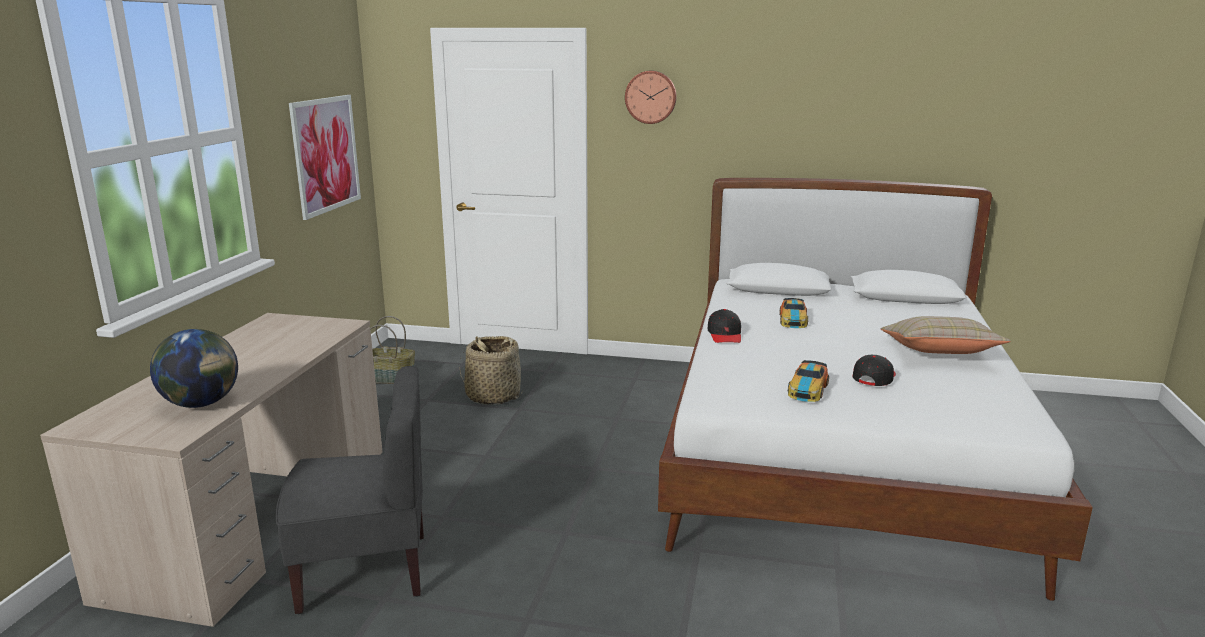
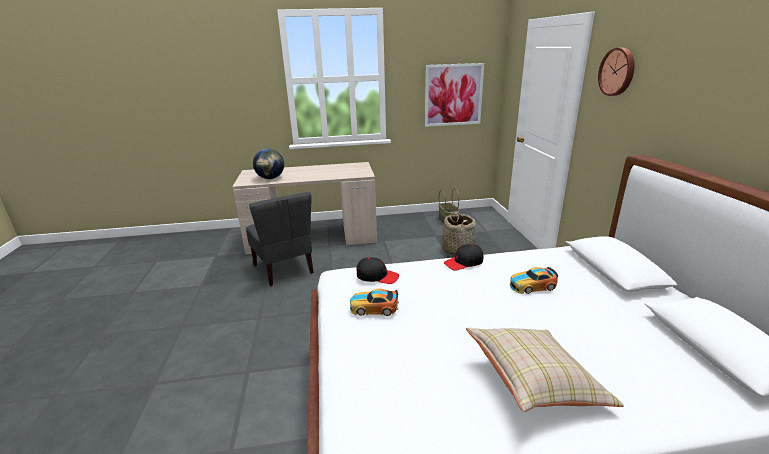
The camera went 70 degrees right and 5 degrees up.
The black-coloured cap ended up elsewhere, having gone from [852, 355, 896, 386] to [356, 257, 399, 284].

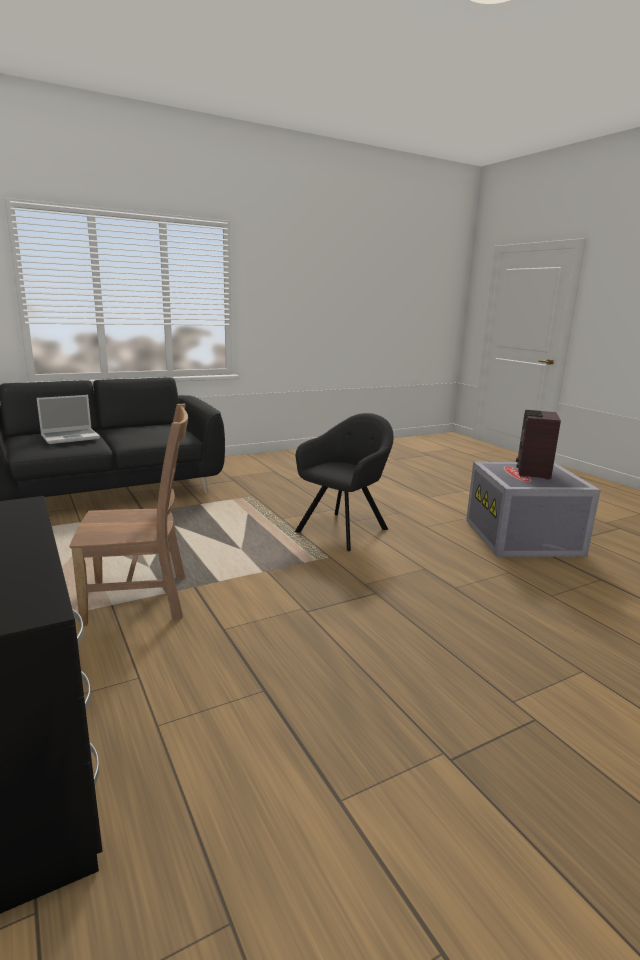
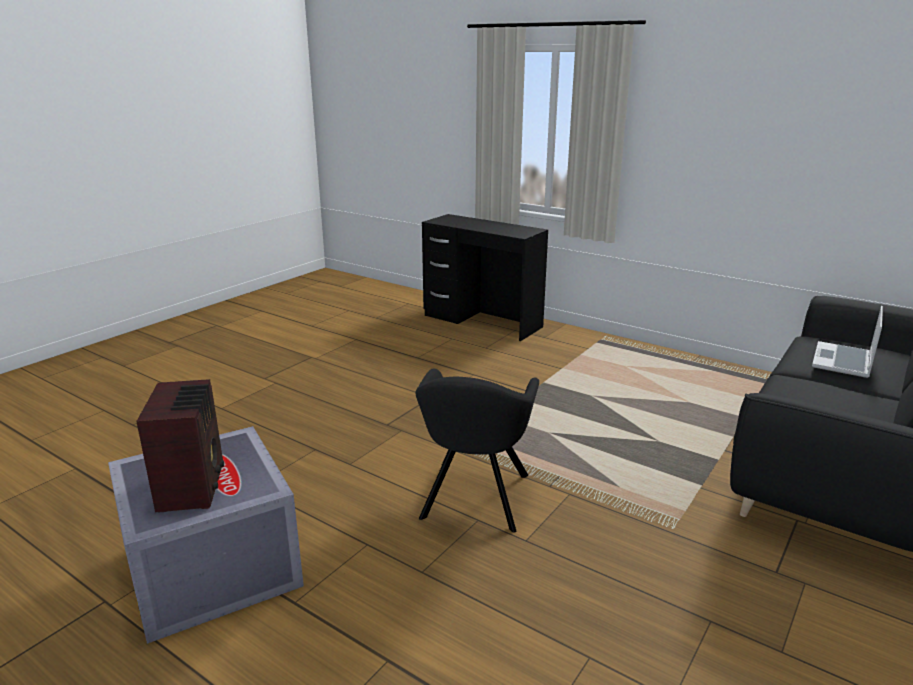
The camera went 155 degrees right and 5 degrees up.
The second view lost the brown plain chair at [69, 404, 188, 626].

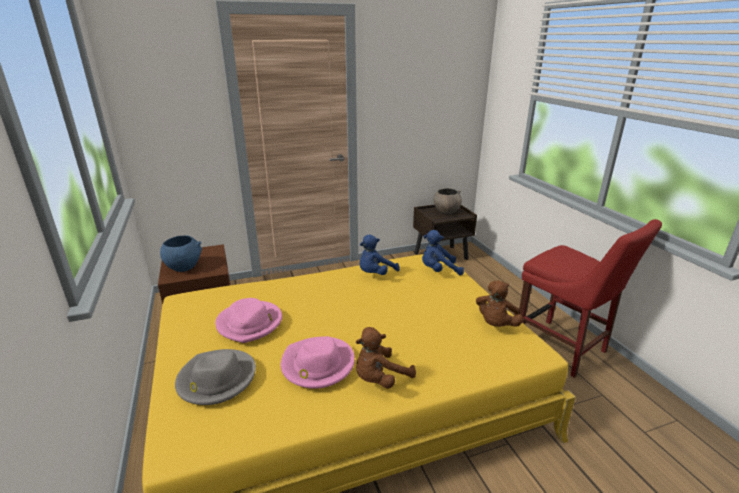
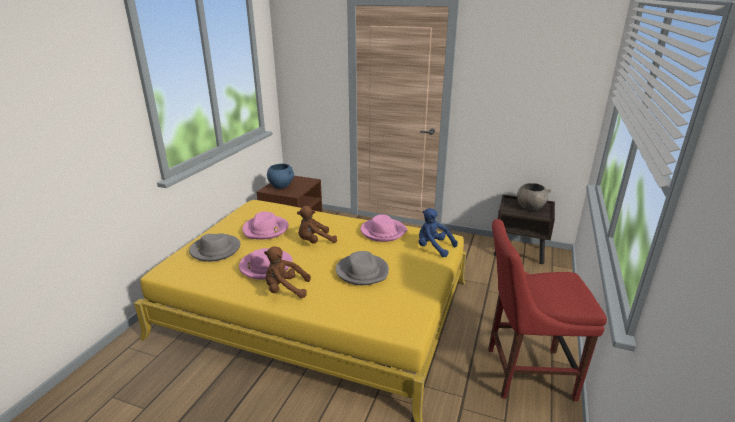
The camera went 40 degrees right and 0 degrees up.
The brown cuddly toy ended up elsewhere, having gone from [476, 280, 523, 327] to [297, 206, 337, 243].
The second view gained the gray hat at [335, 251, 389, 285].
Where the blue-coloured cuddly toy stood at [360, 234, 400, 275], the pink hat came to stand at [360, 214, 408, 242].
The red-coloured plain chair at [519, 219, 662, 378] ended up facing another way, 90 degrees clockwise from before.

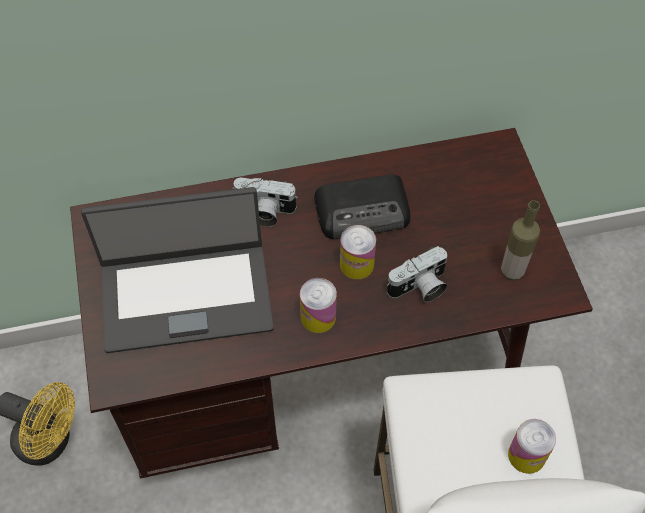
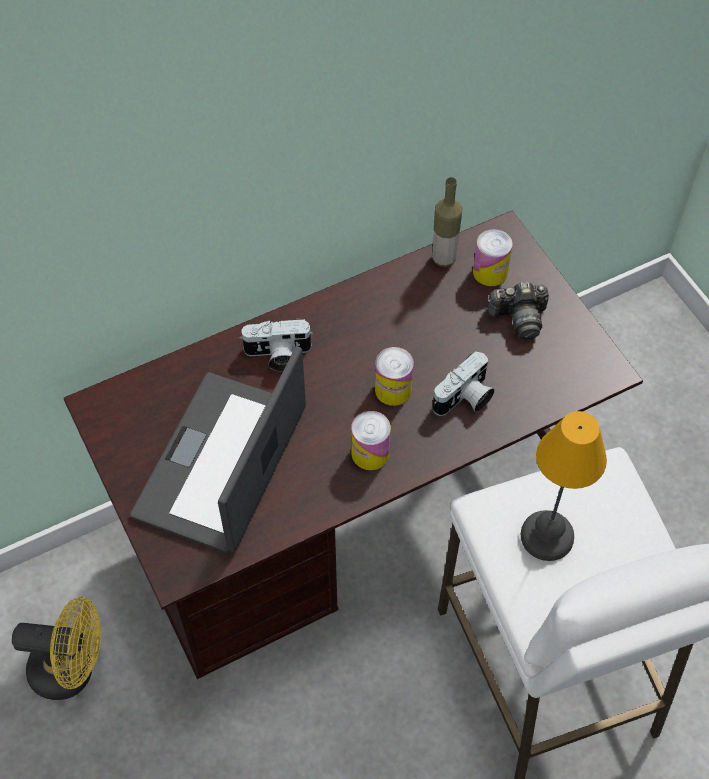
The camera went 15 degrees left and 0 degrees up.
The portable computer at [81, 187, 274, 353] ended up facing another way, 135 degrees clockwise from before.
The bottle ended up elsewhere, having gone from [501, 200, 540, 281] to [432, 177, 462, 267].
The metal can ended up elsewhere, having gone from [508, 419, 556, 474] to [473, 229, 513, 286].
The second view gained the still camera at [488, 282, 549, 340].
The second view gained the table lamp at [521, 411, 607, 561].
The second view lost the radio set at [314, 175, 410, 239].

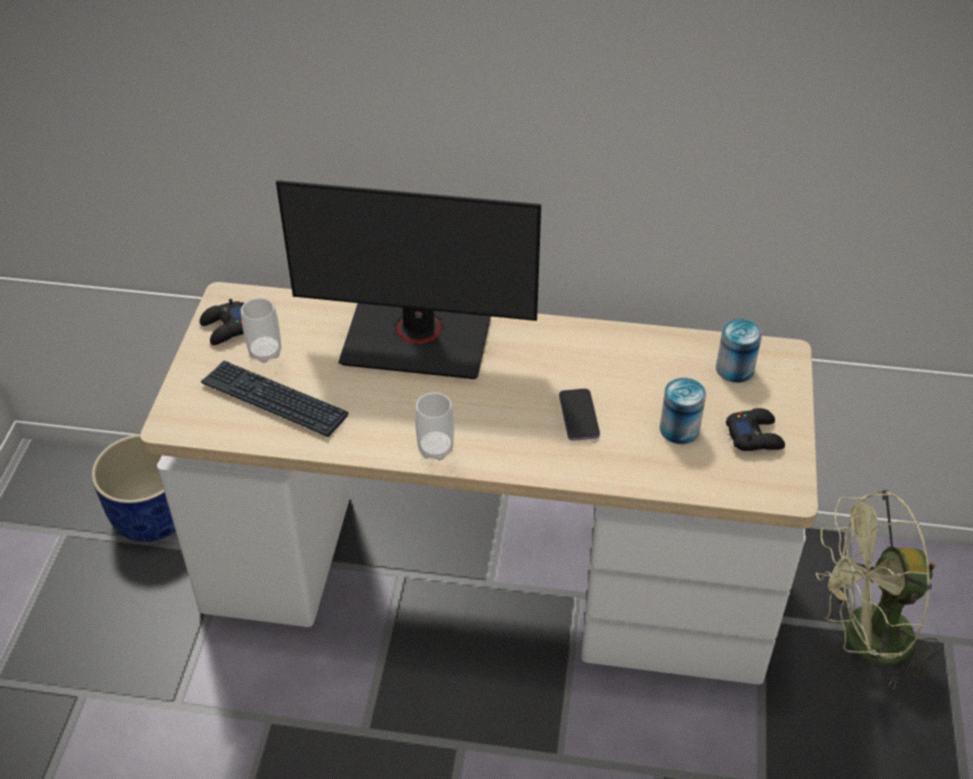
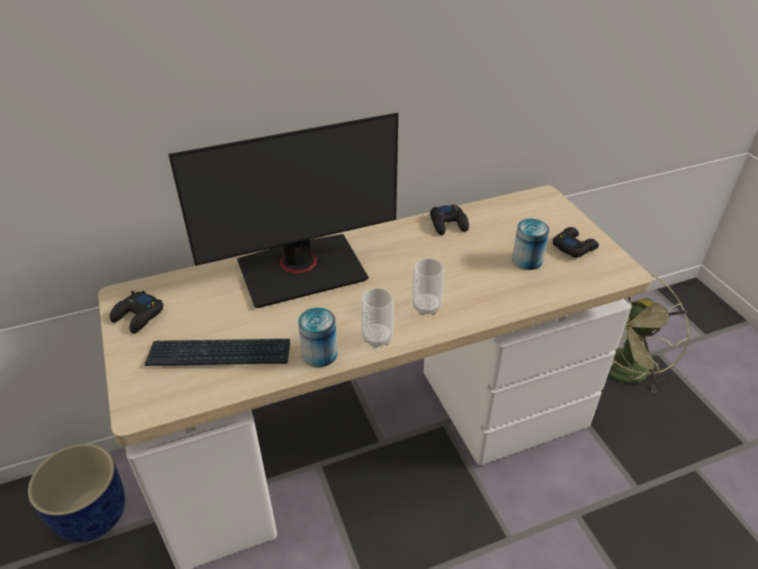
The camera went 30 degrees left and 5 degrees down.
The metal can ended up elsewhere, having gone from [716, 319, 762, 383] to [298, 307, 338, 367].
The small cup ended up elsewhere, having gone from [241, 298, 281, 363] to [412, 258, 444, 315].
The second view gained the black-coloured gamepad at [430, 205, 469, 235].
The second view lost the telephone at [559, 389, 600, 441].

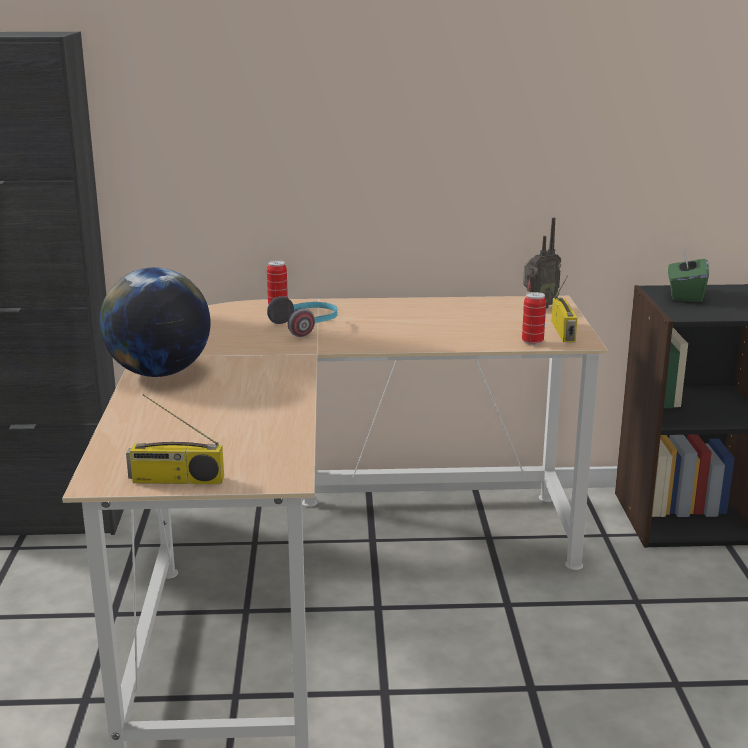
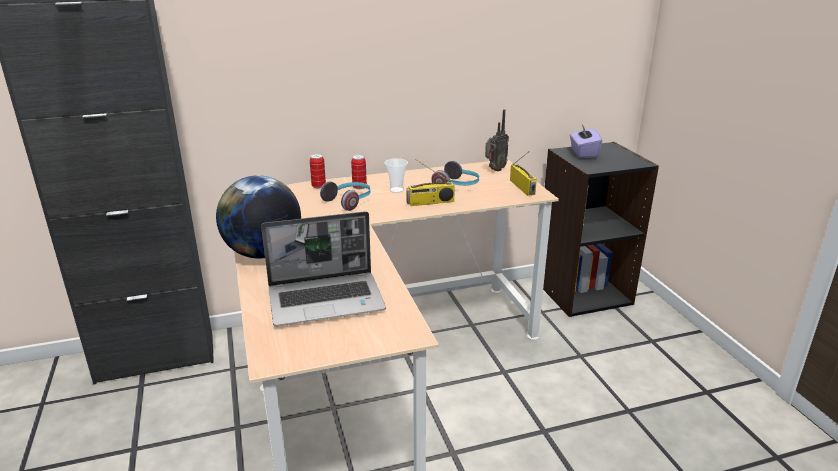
The camera went 15 degrees left and 5 degrees up.
The second view gained the portable computer at [261, 211, 386, 326].
The metal can ended up elsewhere, having gone from [522, 292, 546, 345] to [351, 155, 367, 189].
The second view gained the small cup at [385, 158, 408, 193].
The radio set ended up elsewhere, having gone from [126, 394, 224, 484] to [406, 160, 455, 206].
The second view gained the pair of headphones at [431, 161, 479, 186].
What was the greenish tissue box at [668, 249, 709, 302] turned into the purplish tissue box at [570, 124, 602, 158].

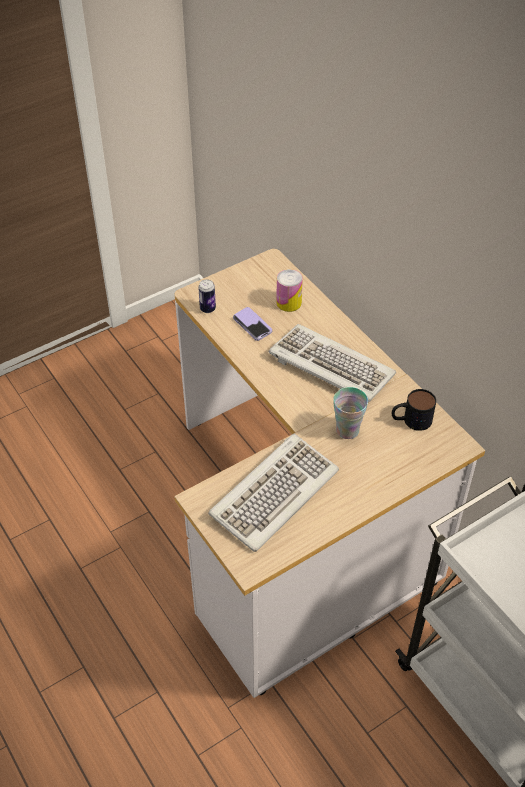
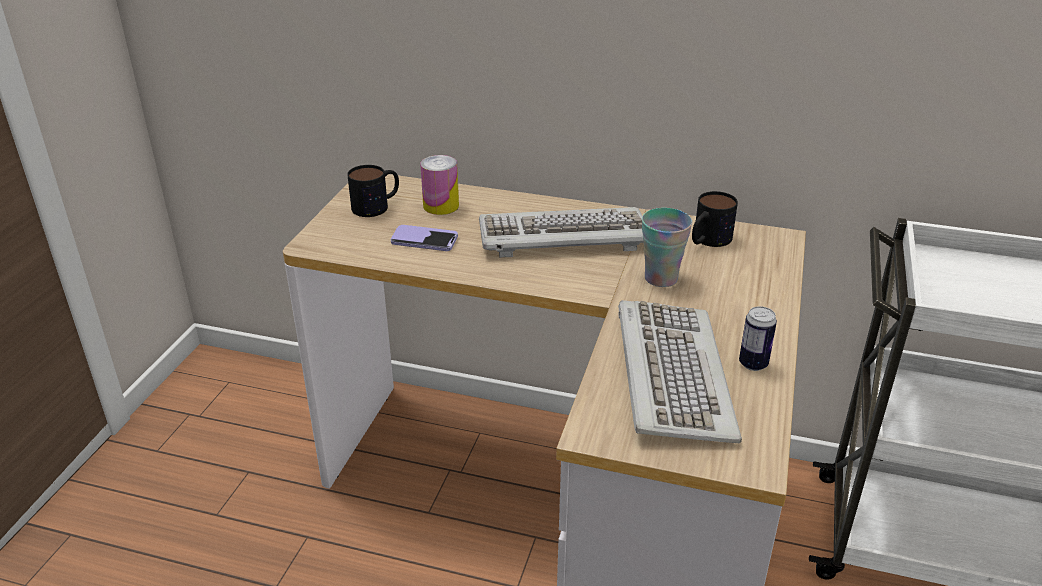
The camera went 40 degrees left and 15 degrees down.
The second view gained the mug at [347, 165, 399, 217].
The metal can ended up elsewhere, having gone from [198, 279, 216, 313] to [739, 306, 777, 371].

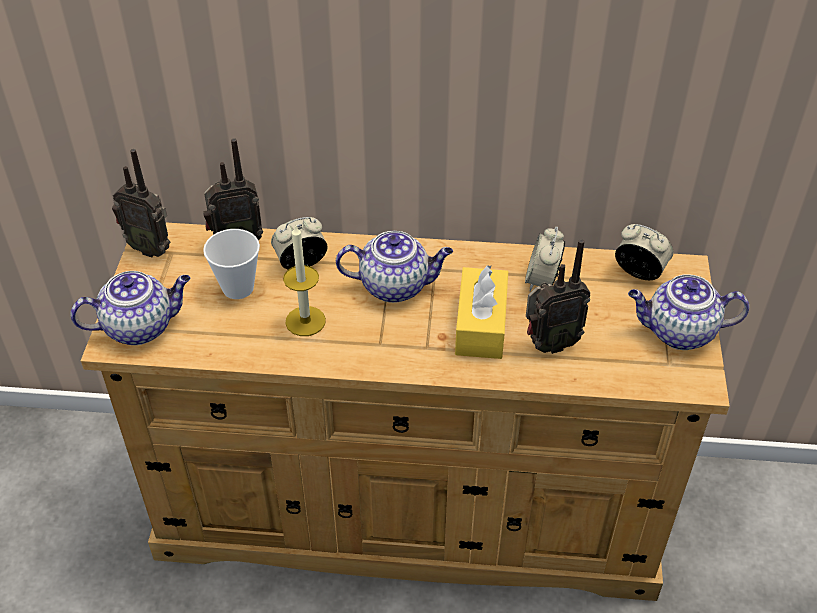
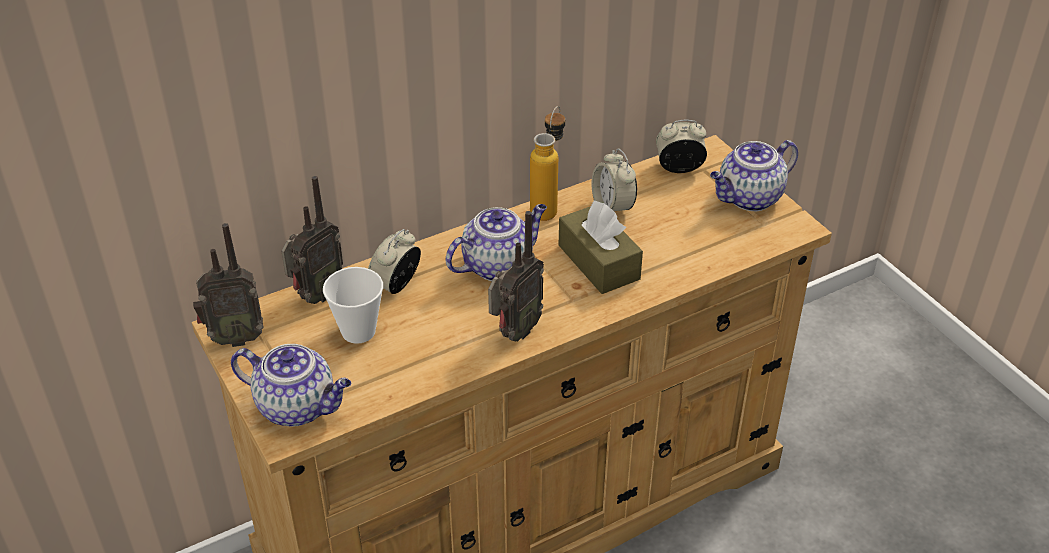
The camera went 35 degrees left and 5 degrees down.
The tea pot at [70, 271, 191, 345] ended up facing another way, 75 degrees clockwise from before.
The radio set ended up elsewhere, having gone from [526, 239, 590, 354] to [488, 211, 544, 341].
The second view gained the bottle at [530, 106, 565, 221].
What was the yellow tissue box at [455, 265, 508, 359] turned into the brown tissue box at [559, 201, 643, 294].
The second view lost the wax candle at [283, 224, 326, 336].

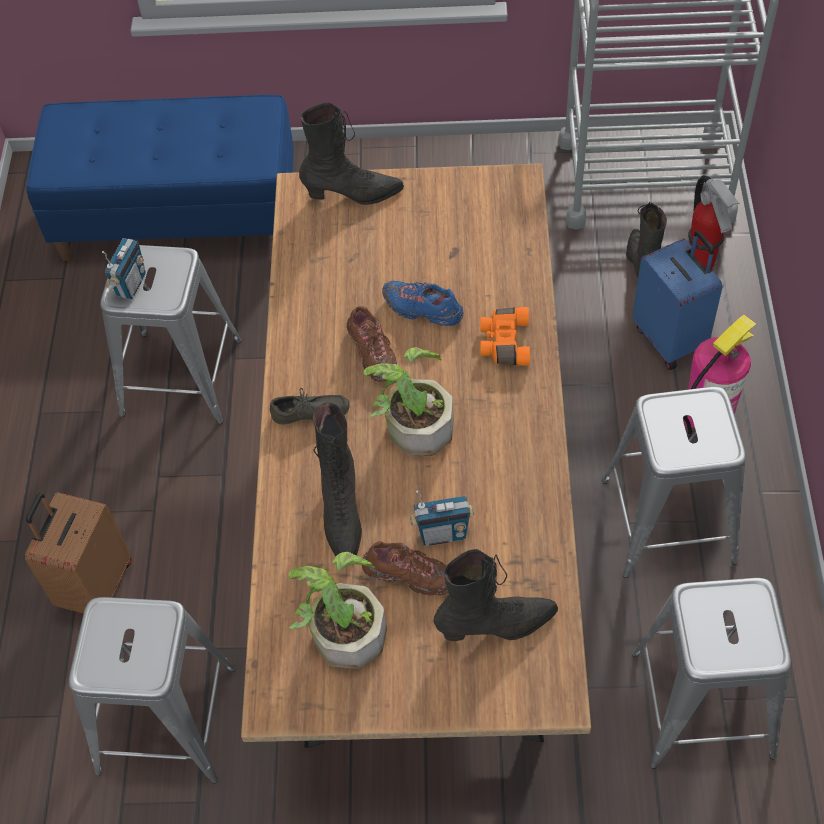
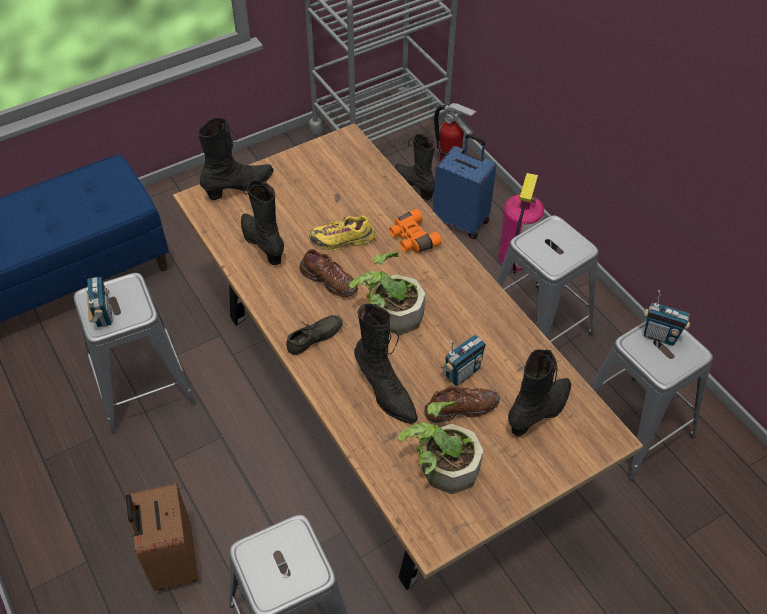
The camera went 35 degrees left and 5 degrees down.
The second view gained the black-coloured tall boot at [241, 179, 284, 265].
What was the blue-coloured low shoe at [382, 281, 463, 326] turned into the yellow low shoe at [309, 215, 376, 251].
The second view gained the radio set at [643, 290, 690, 346].

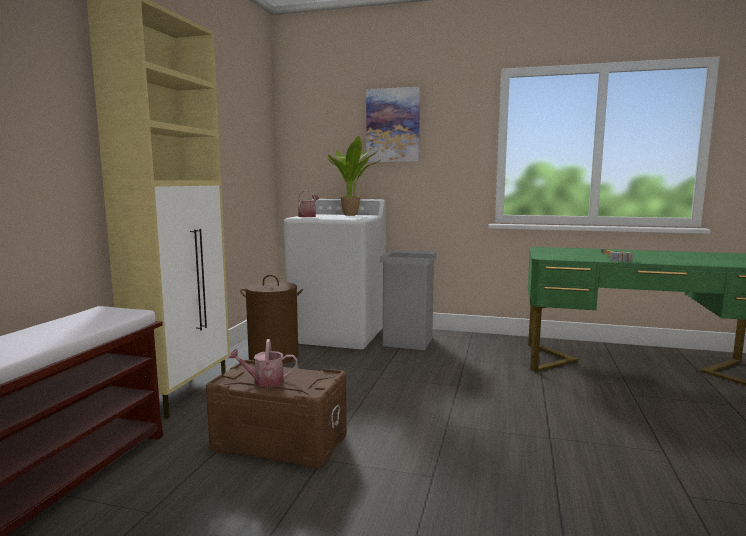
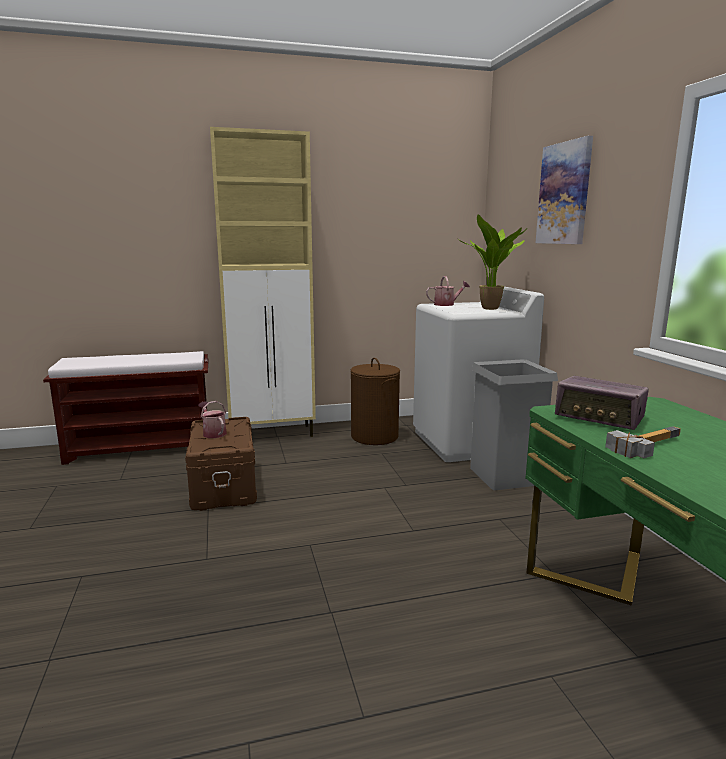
The camera went 60 degrees right and 5 degrees up.
The second view gained the radio set at [555, 376, 649, 430].

